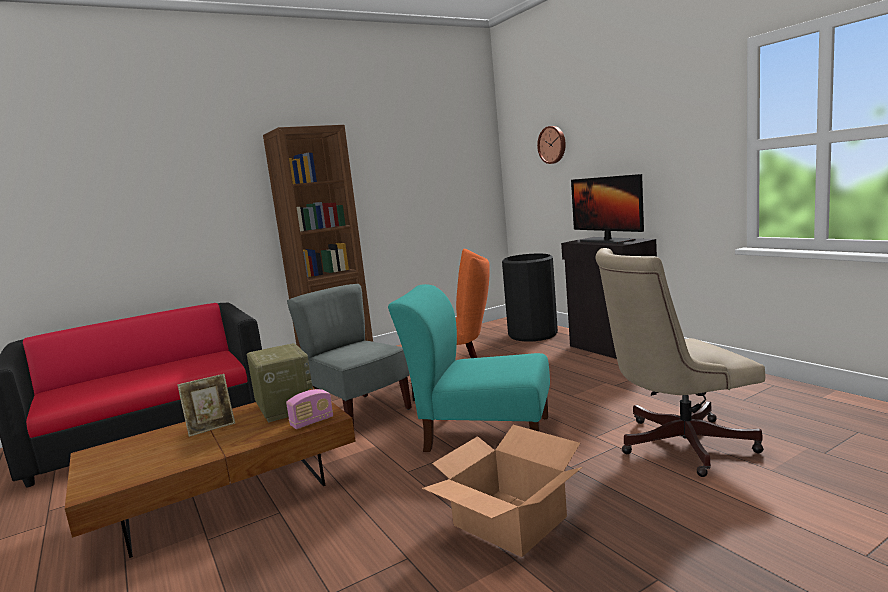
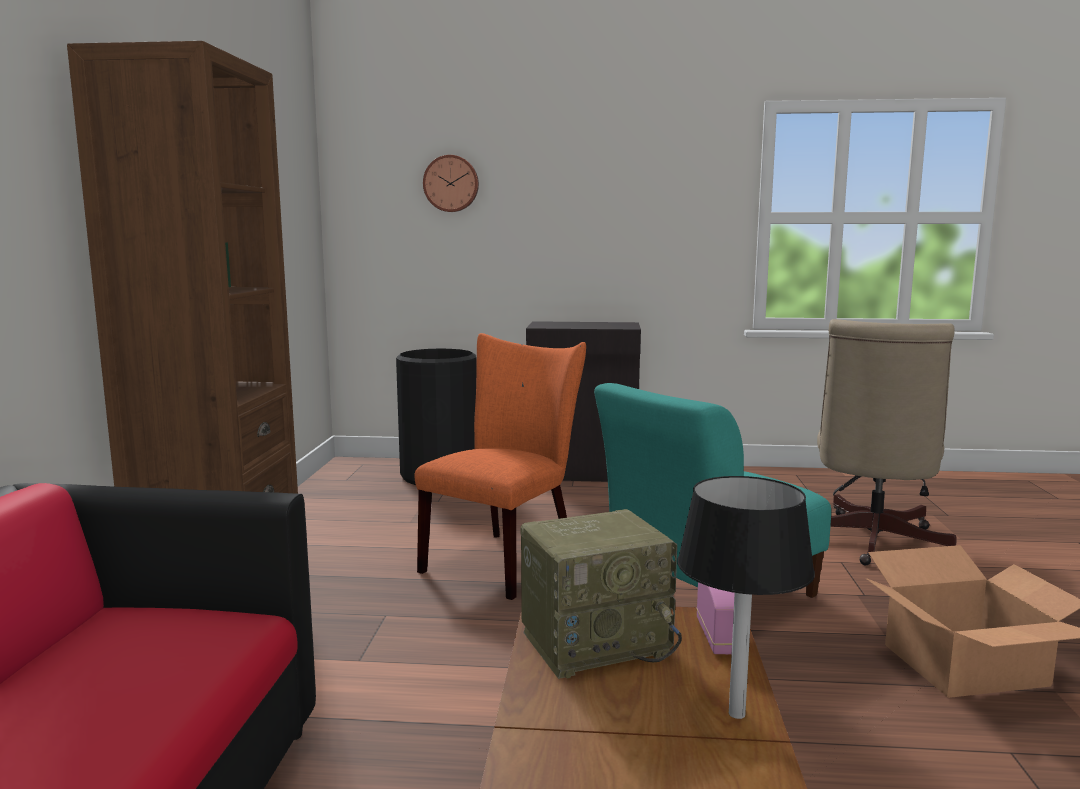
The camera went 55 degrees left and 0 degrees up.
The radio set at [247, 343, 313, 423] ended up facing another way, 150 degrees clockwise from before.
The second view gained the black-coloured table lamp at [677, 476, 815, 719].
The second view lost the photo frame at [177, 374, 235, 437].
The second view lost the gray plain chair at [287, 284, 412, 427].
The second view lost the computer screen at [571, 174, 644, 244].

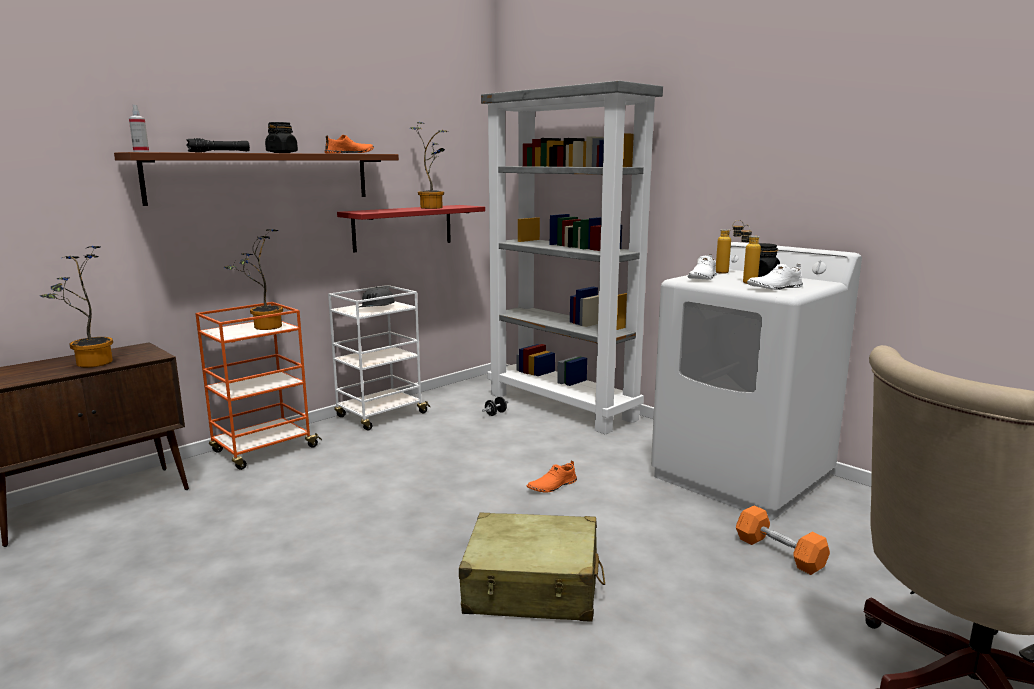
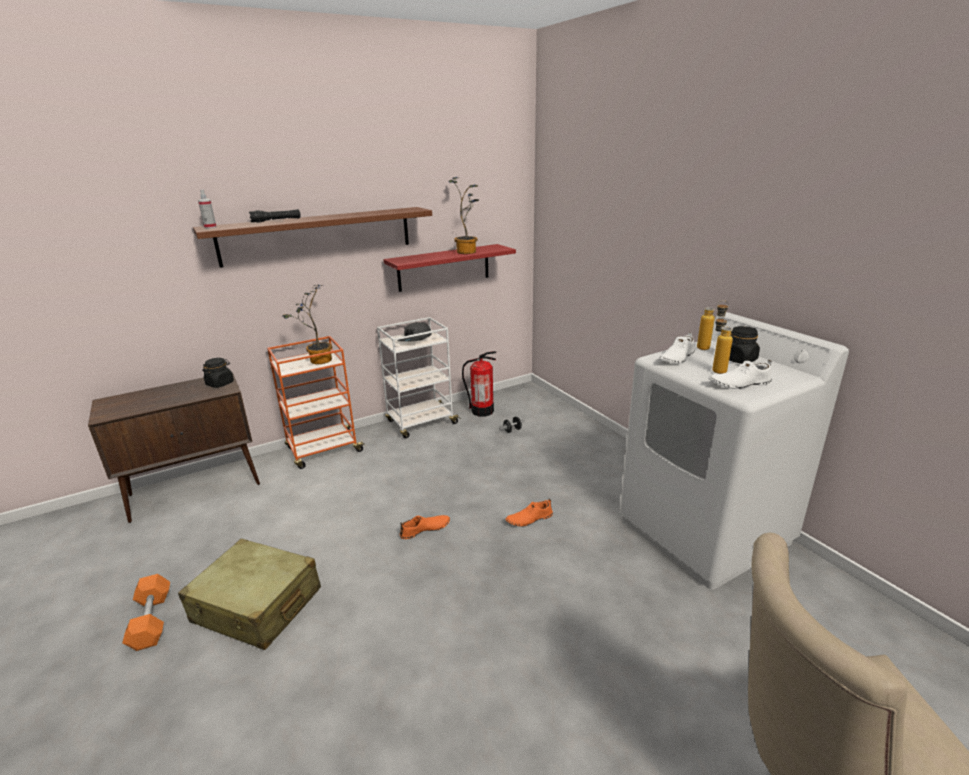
The camera went 15 degrees right and 10 degrees up.
The orange hand weight ended up elsewhere, having gone from [736, 505, 830, 575] to [122, 574, 170, 651].
The beige travel case ended up elsewhere, having gone from [459, 513, 605, 622] to [178, 539, 321, 650].
The black-coloured jar ended up elsewhere, having gone from [265, 122, 298, 153] to [202, 358, 234, 388].
The orange low shoe ended up elsewhere, having gone from [325, 135, 374, 154] to [400, 515, 450, 539].
The second view gained the fire-fighting cylinder at [462, 351, 496, 416].
The second view lost the plant in a pot at [40, 246, 113, 367].
The second view lost the gray bookshelf at [481, 81, 663, 434].

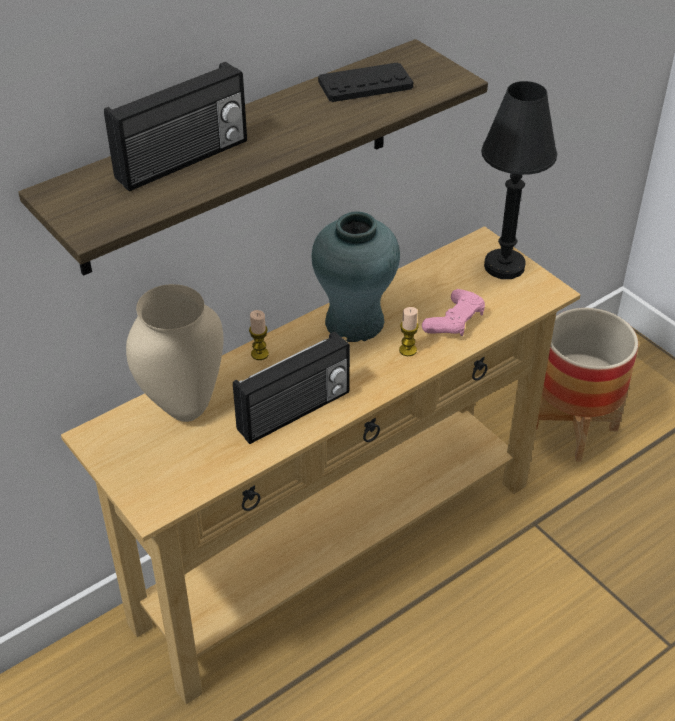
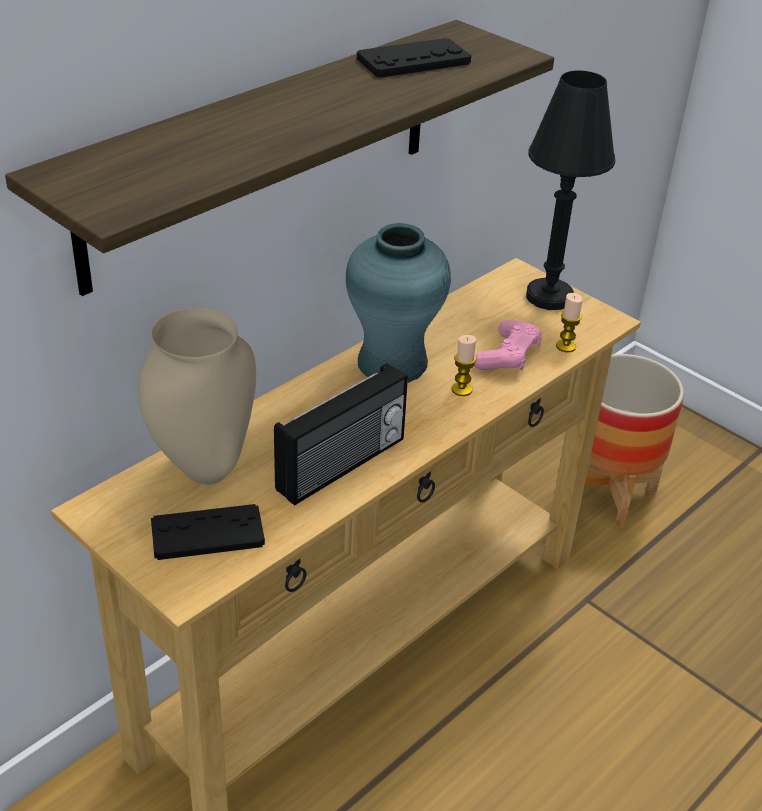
The camera went 10 degrees left and 5 degrees down.
The second view gained the black-coloured gamepad at [151, 504, 265, 560].
The wax candle ended up elsewhere, having gone from [249, 310, 269, 360] to [556, 293, 583, 352].
The second view lost the radio set at [104, 62, 247, 191].

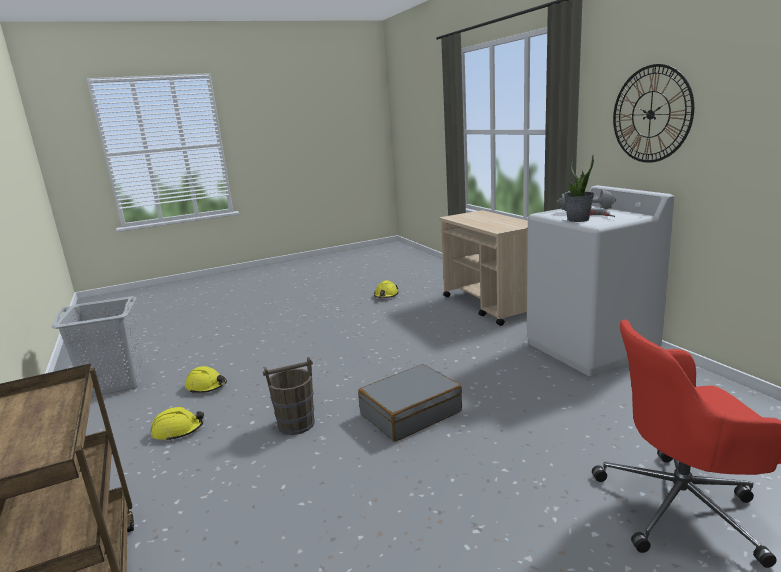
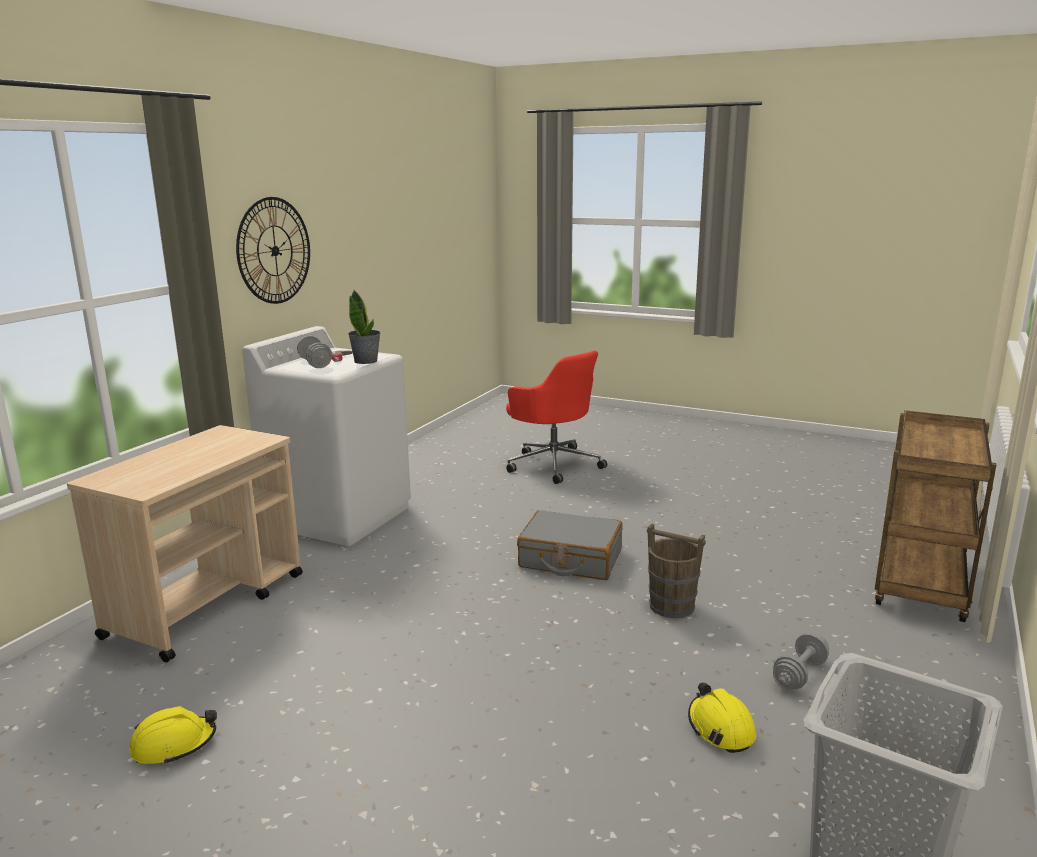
The camera went 130 degrees left and 0 degrees up.
Where the yellow work helmet stood at [151, 407, 204, 441], the gray hand weight came to stand at [773, 633, 829, 690].

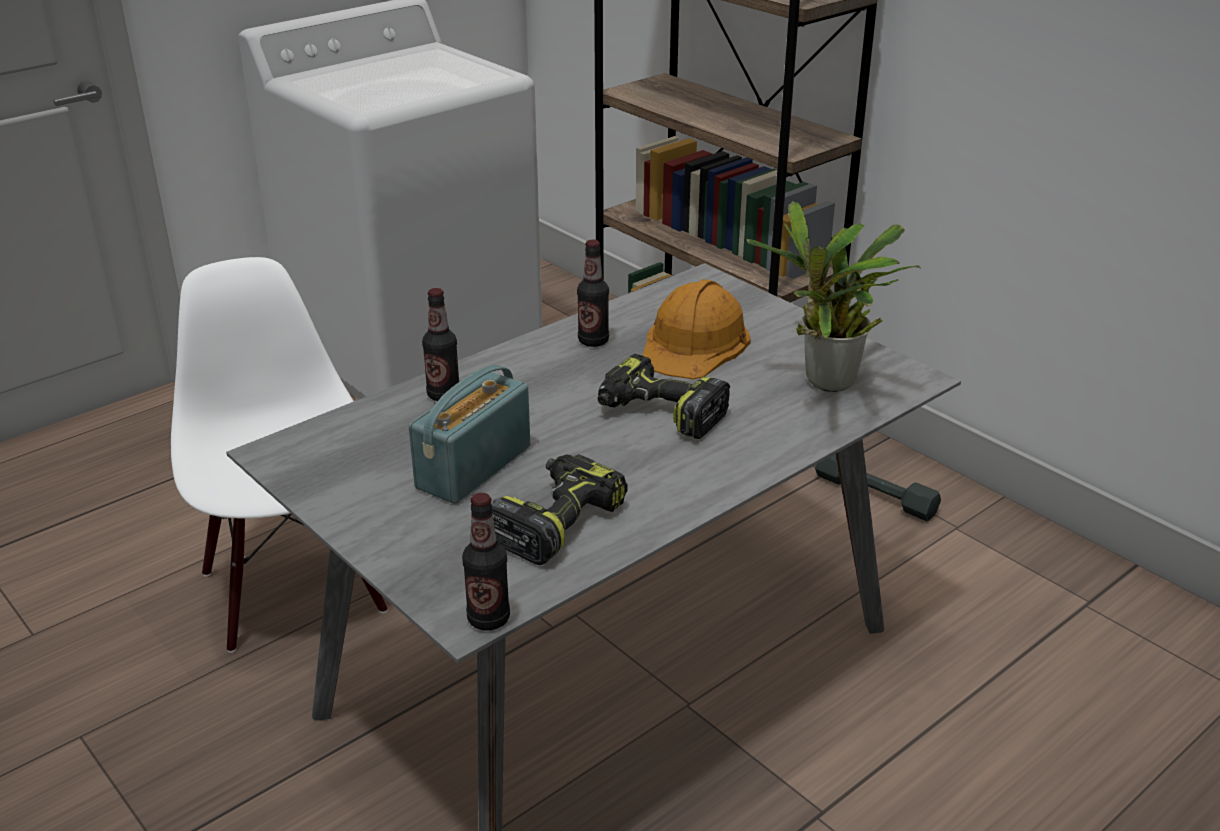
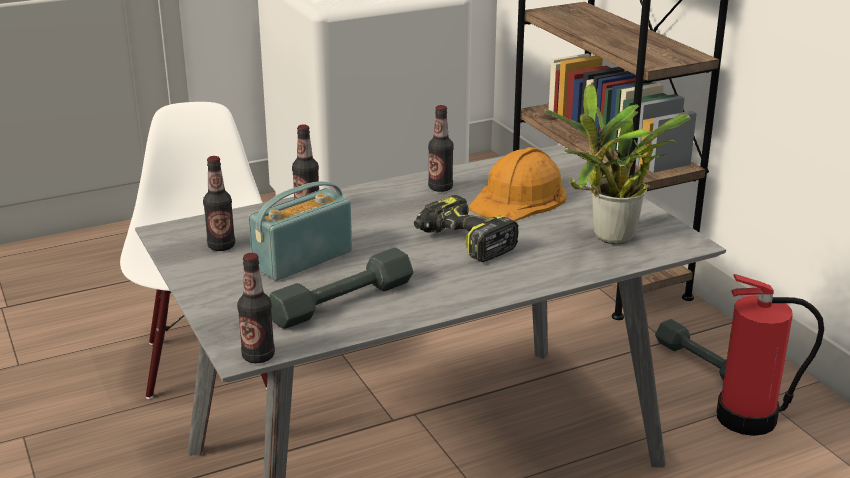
The camera went 15 degrees right and 5 degrees down.
The second view gained the bottle at [203, 156, 235, 251].
Where the power drill stood at [492, 454, 628, 565], the gray hand weight came to stand at [269, 248, 413, 329].
The second view gained the fire-fighting cylinder at [717, 274, 824, 436].

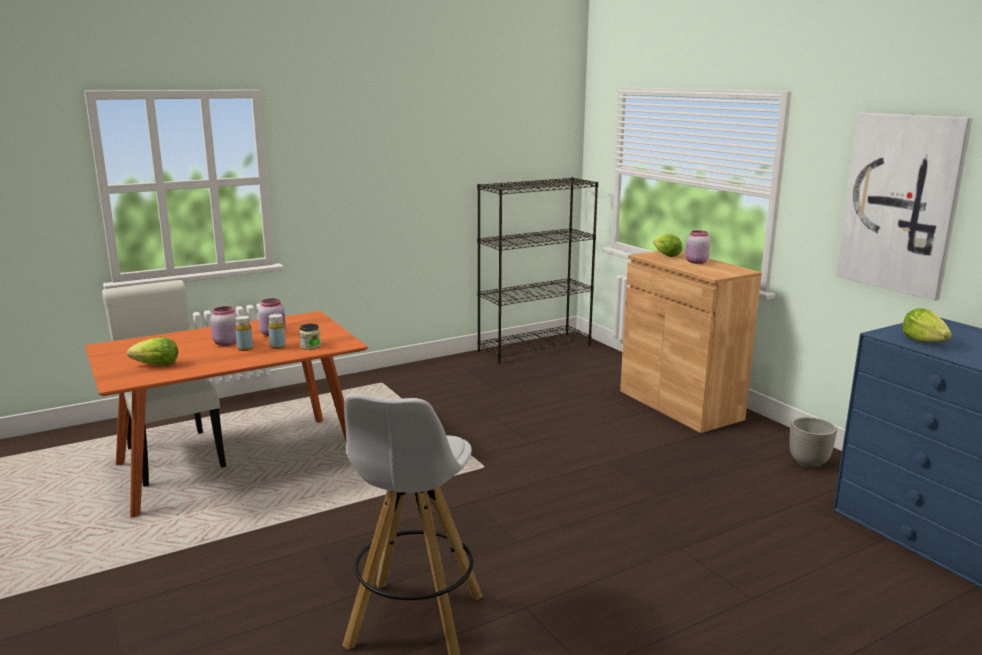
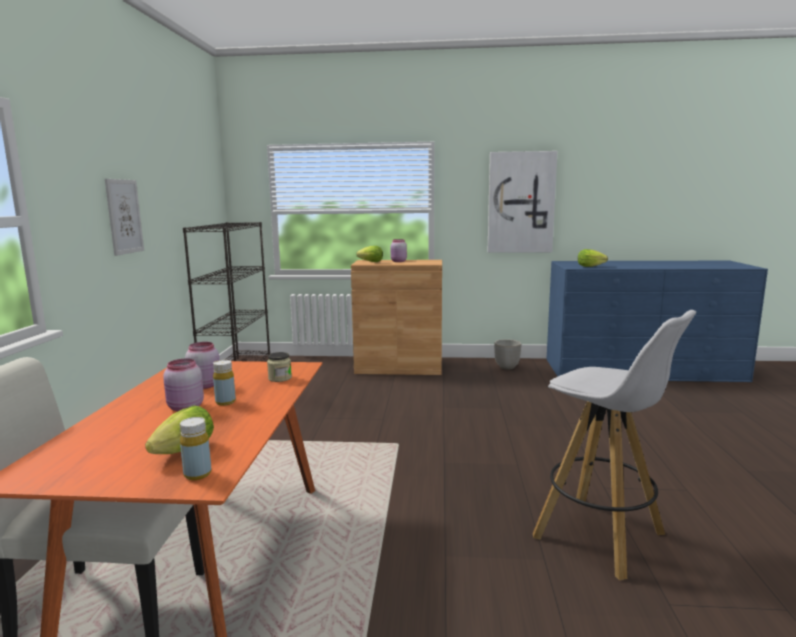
The camera went 55 degrees left and 5 degrees down.
The second view gained the wall picture at [105, 179, 144, 256].
The yellow bottle ended up elsewhere, having gone from [268, 314, 286, 349] to [180, 417, 212, 480].

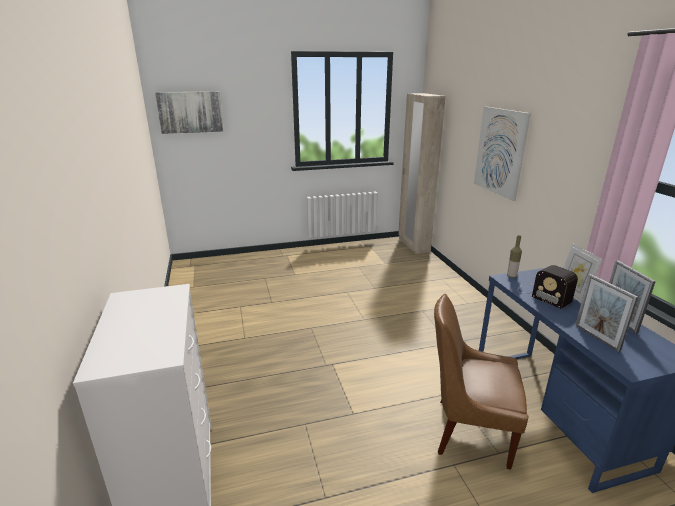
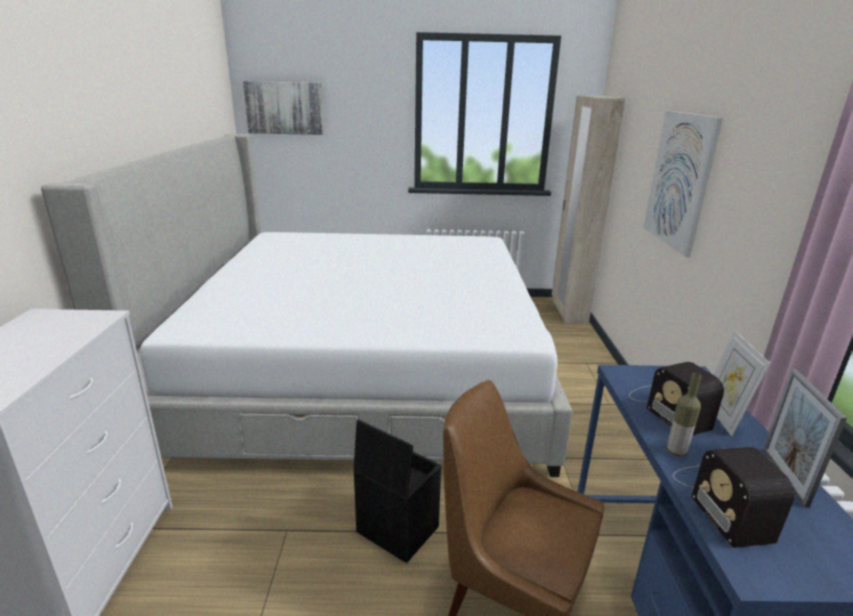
The camera went 15 degrees right and 0 degrees up.
The second view gained the bedroom bed at [41, 134, 573, 477].
The second view gained the black-coloured storage bin at [354, 419, 441, 563].
The bottle ended up elsewhere, having gone from [507, 235, 522, 278] to [667, 373, 701, 457].
Where the photo frame stood at [575, 274, 638, 352], the radio set came to stand at [673, 447, 795, 548].

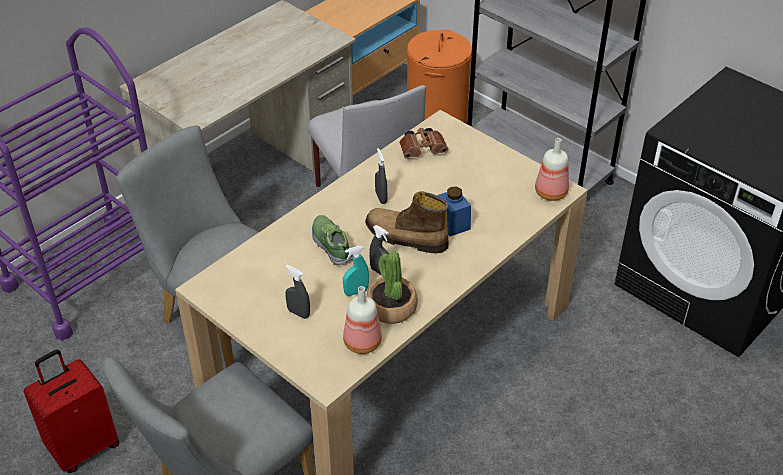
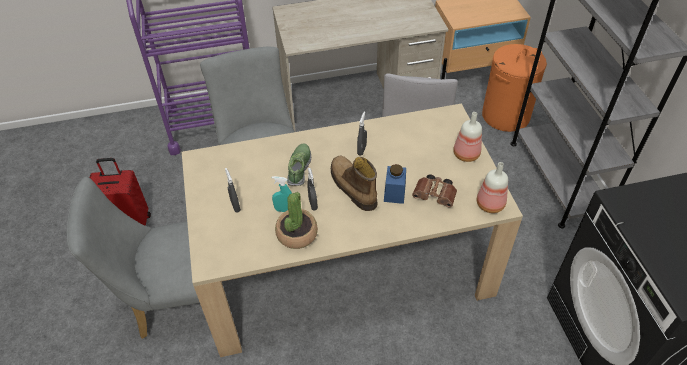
The camera went 35 degrees right and 5 degrees up.
The brown field glasses ended up elsewhere, having gone from [399, 128, 448, 159] to [412, 174, 457, 207].
The bottle ended up elsewhere, having gone from [343, 286, 382, 354] to [453, 112, 482, 162].

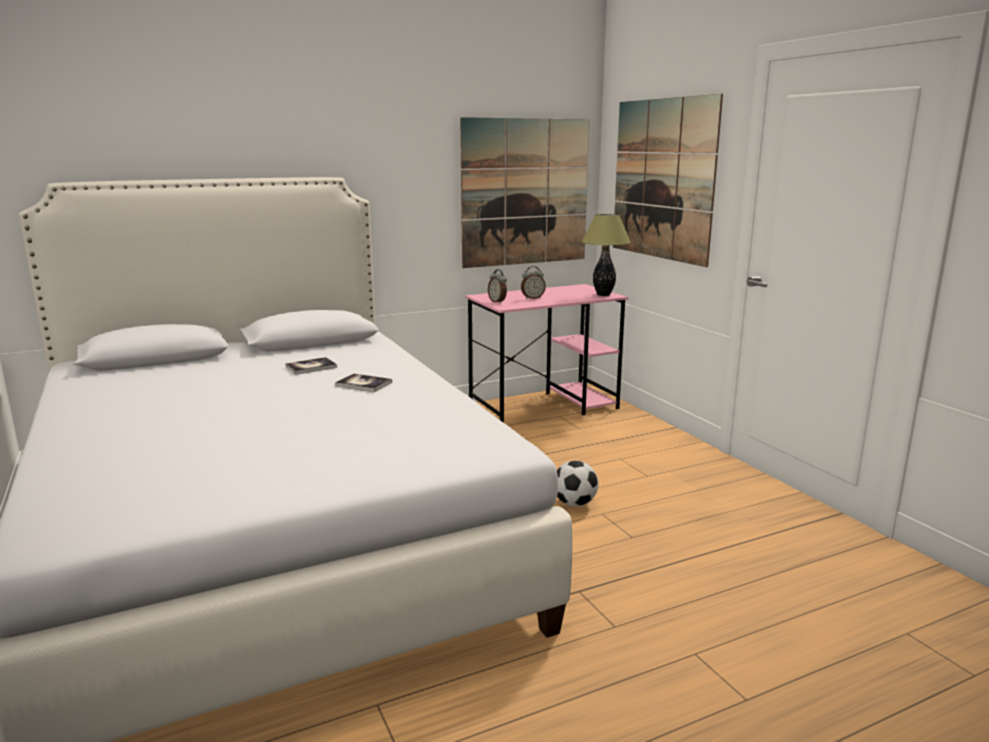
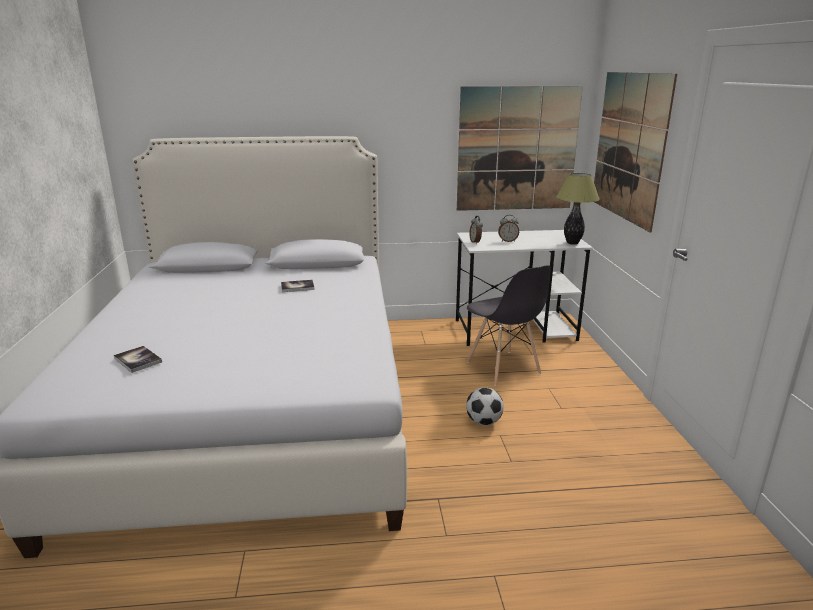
The camera went 20 degrees right and 5 degrees up.
The bound book ended up elsewhere, having gone from [335, 374, 392, 392] to [114, 346, 162, 373].
What was the pink desk unit at [465, 284, 628, 423] turned into the white desk unit at [456, 230, 593, 346].
The second view gained the gray plain chair at [467, 265, 551, 386].

